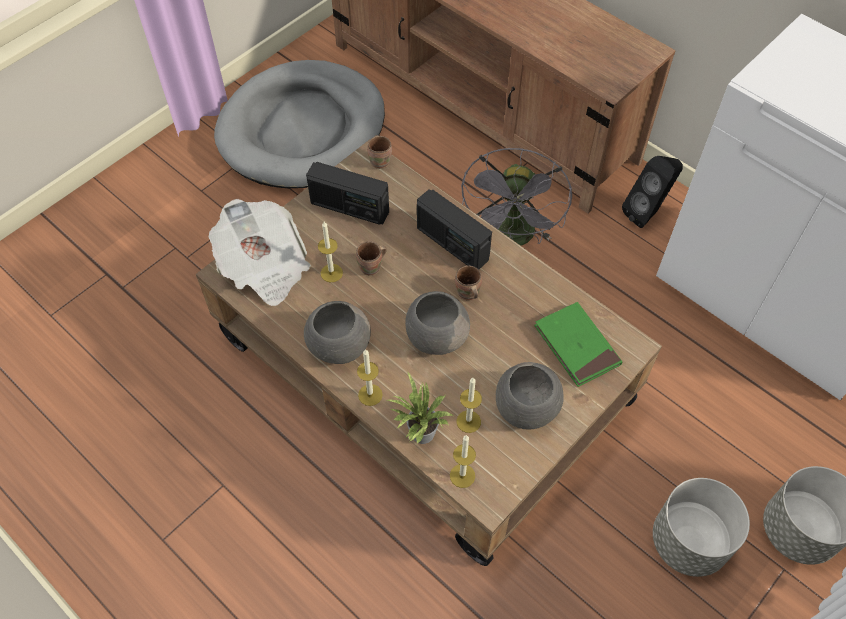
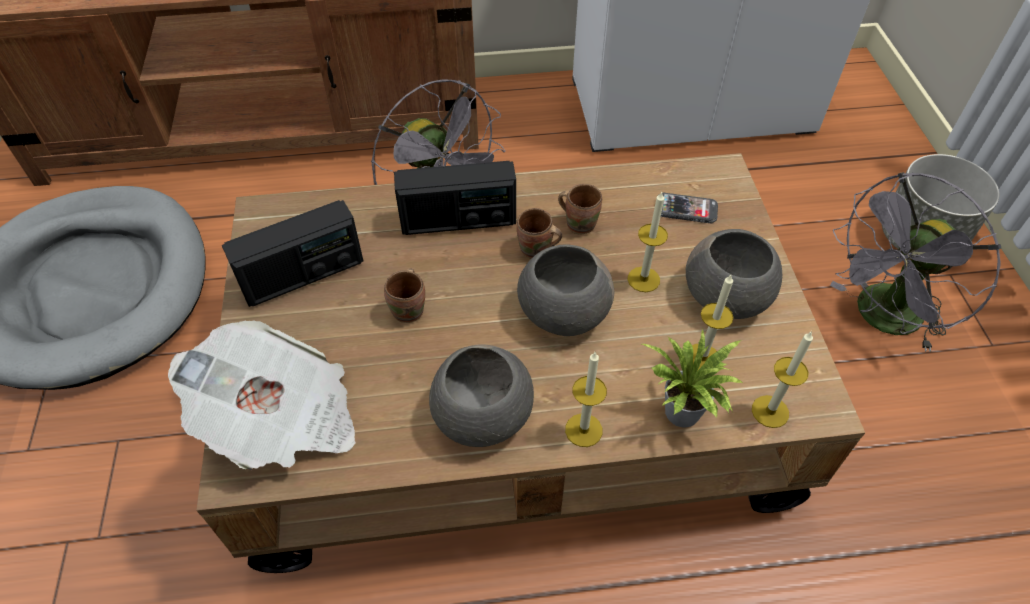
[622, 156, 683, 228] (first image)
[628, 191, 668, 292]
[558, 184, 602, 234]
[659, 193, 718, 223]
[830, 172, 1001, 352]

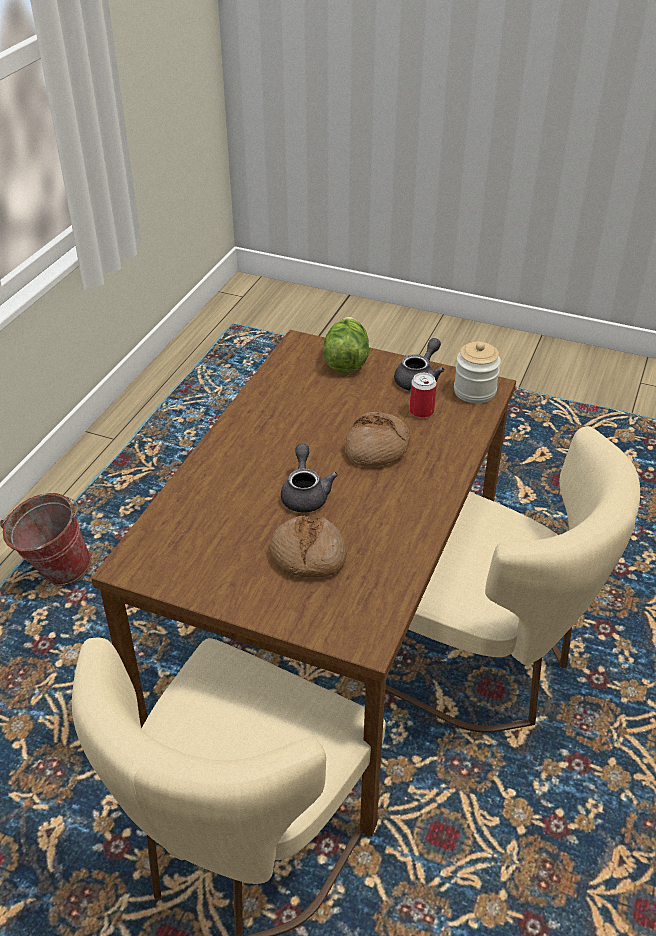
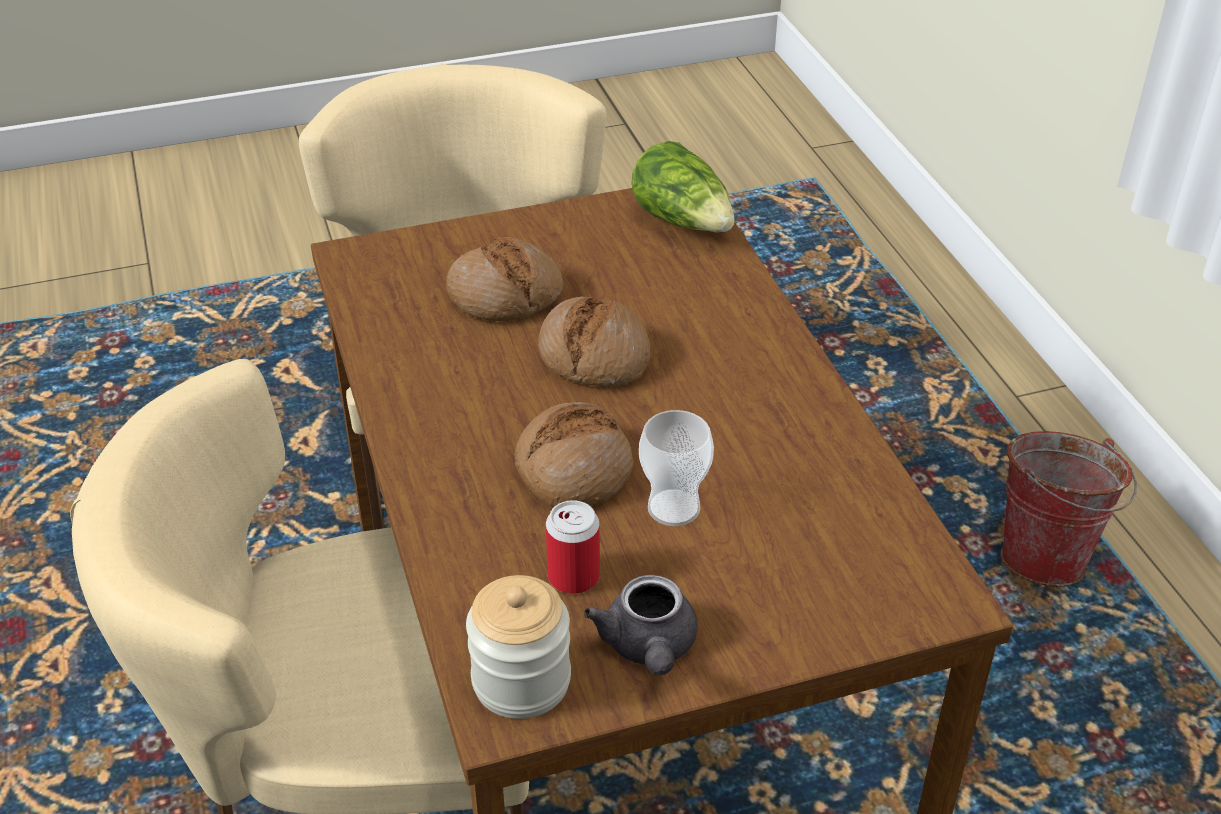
[639, 410, 714, 526]
[632, 141, 735, 232]
[538, 296, 650, 387]

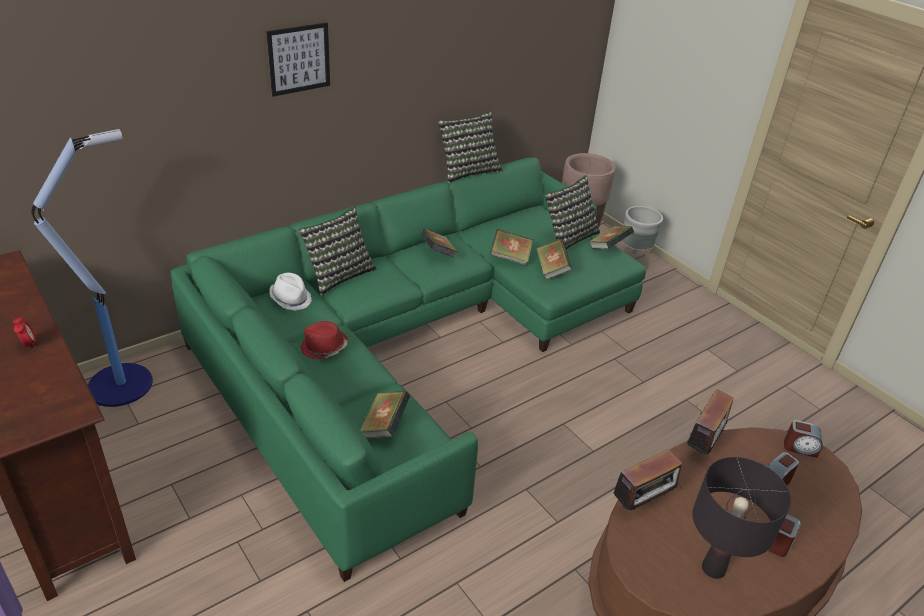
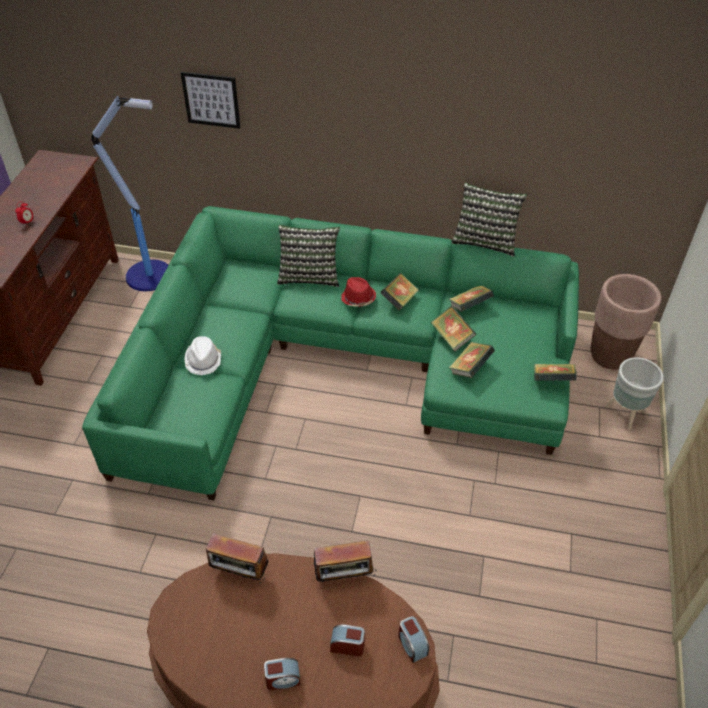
[545, 175, 600, 250] (first image)
[692, 457, 791, 579] (first image)
[181, 72, 241, 129]
[184, 336, 221, 375]
[341, 277, 376, 307]
[449, 286, 494, 312]

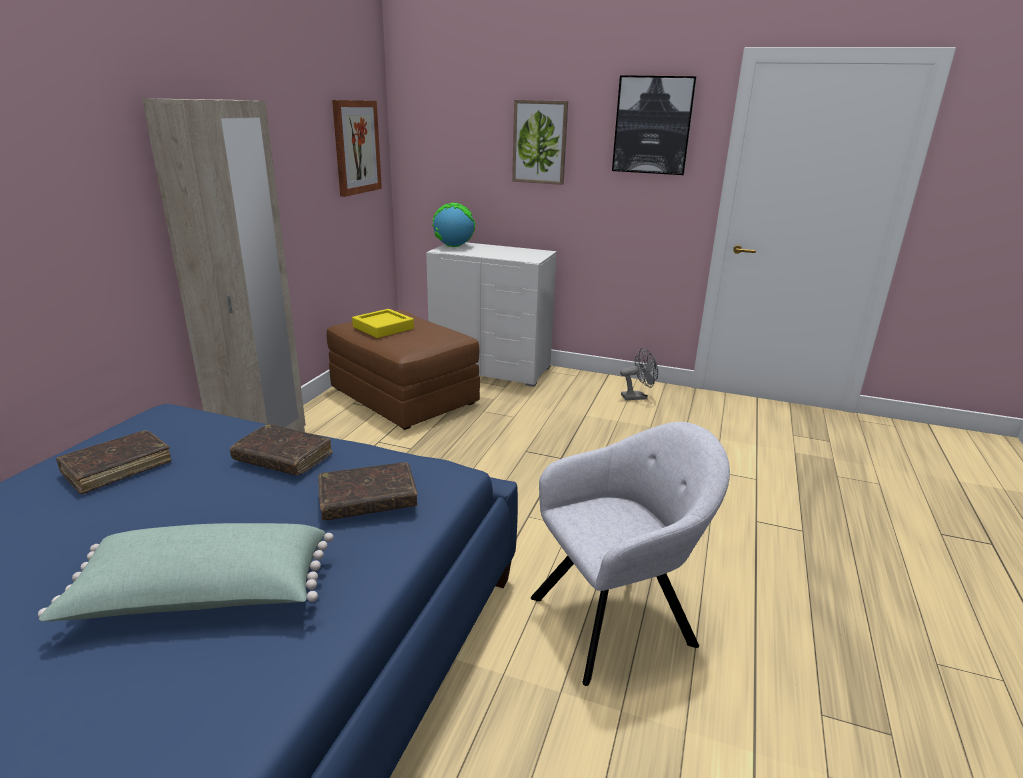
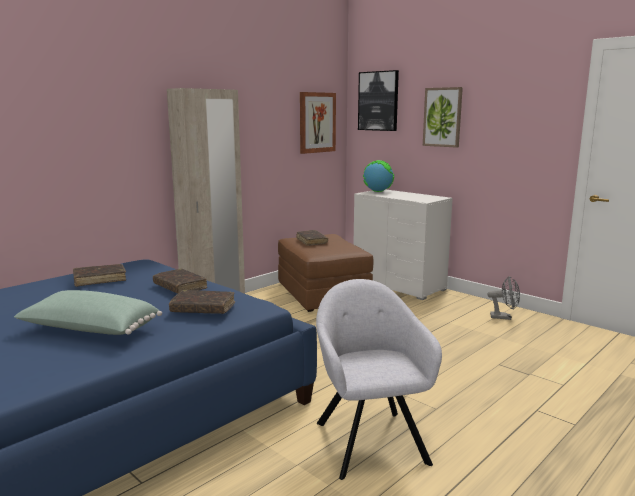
[358, 70, 399, 131]
[296, 230, 328, 246]
[316, 279, 442, 480]

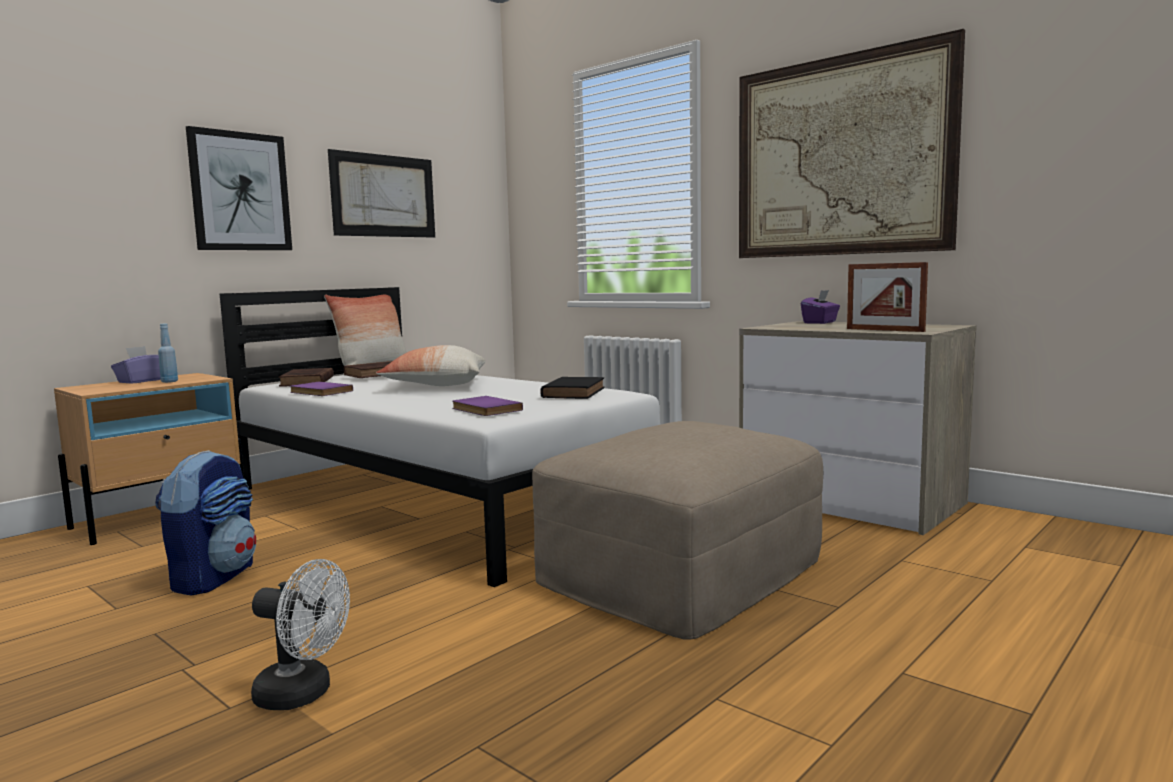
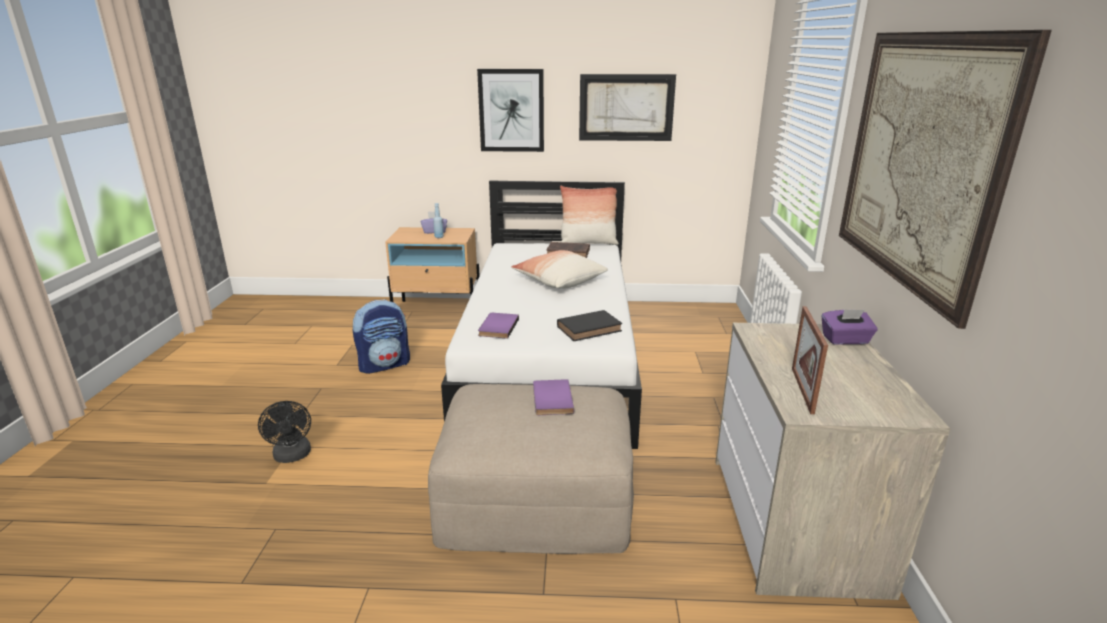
[279, 368, 334, 387] (first image)
[533, 379, 574, 415]
[258, 401, 311, 463]

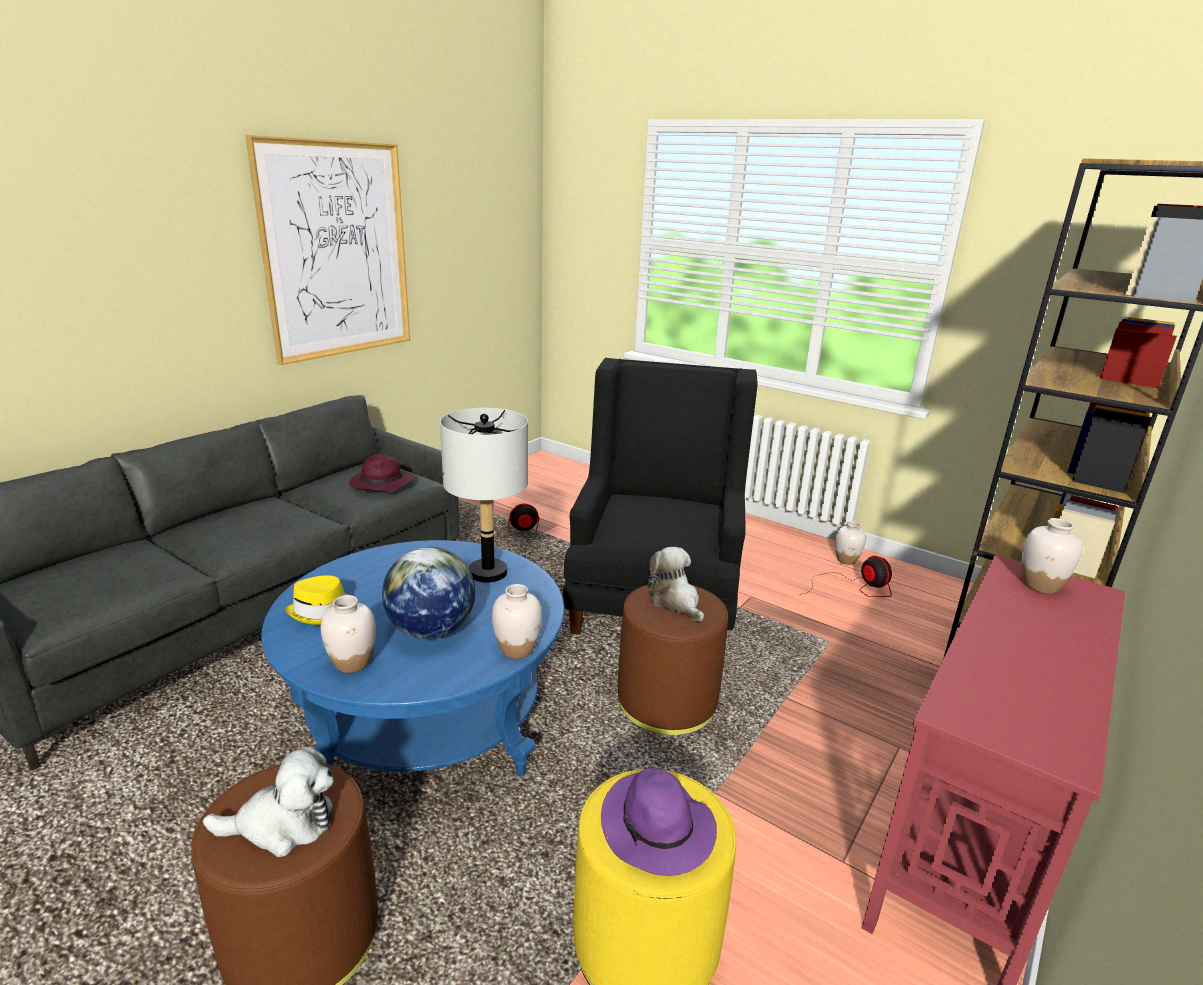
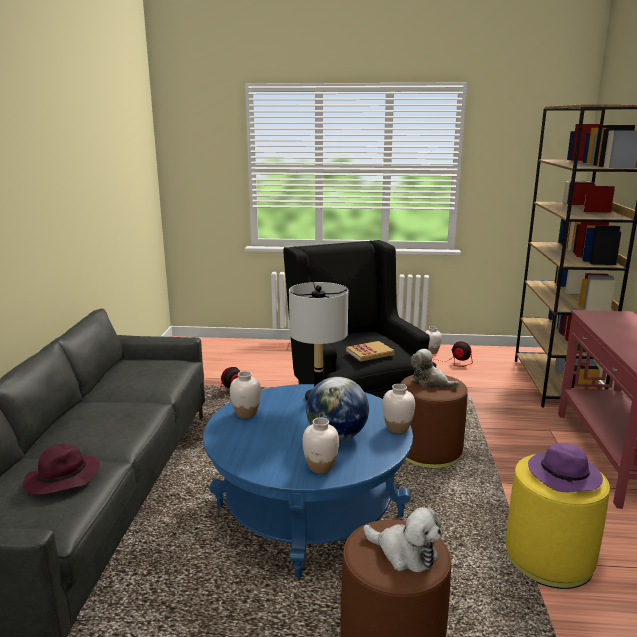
[245, 135, 410, 365] (first image)
[285, 575, 348, 625] (first image)
[346, 341, 395, 362]
[23, 444, 100, 495]
[230, 371, 261, 418]
[363, 507, 441, 573]

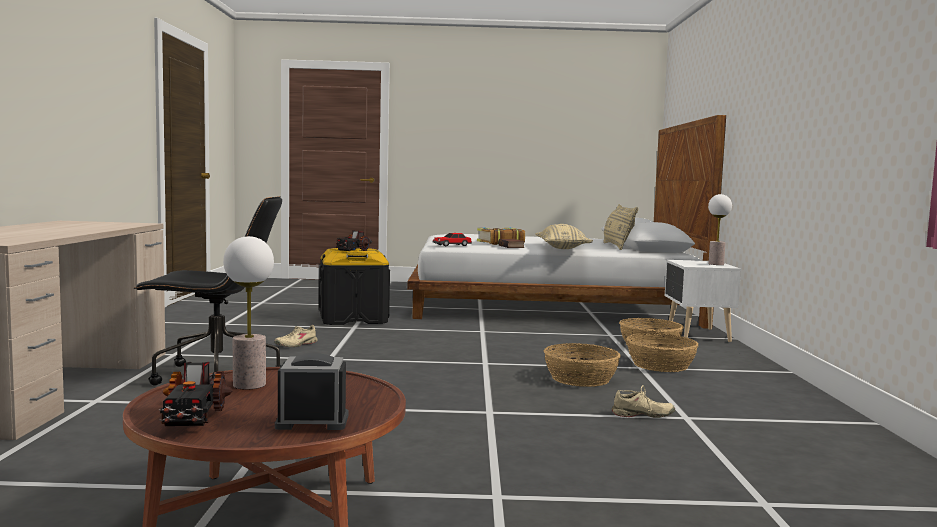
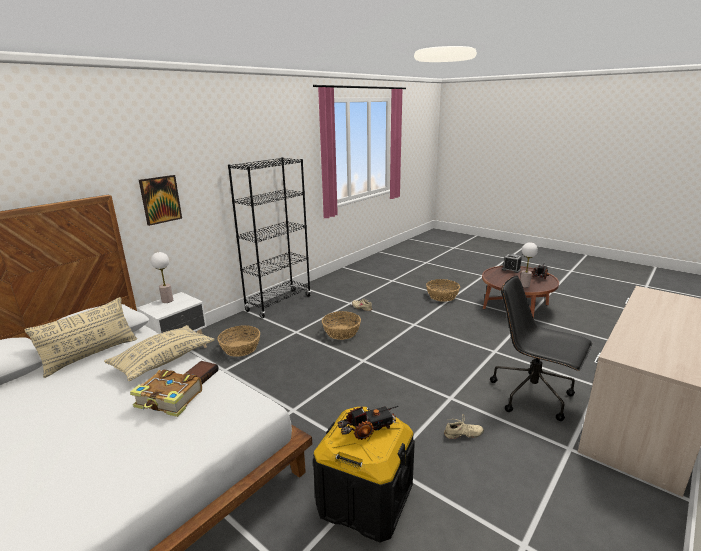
[433, 233, 472, 246] (first image)
[139, 175, 182, 226]
[228, 157, 311, 318]
[426, 279, 460, 302]

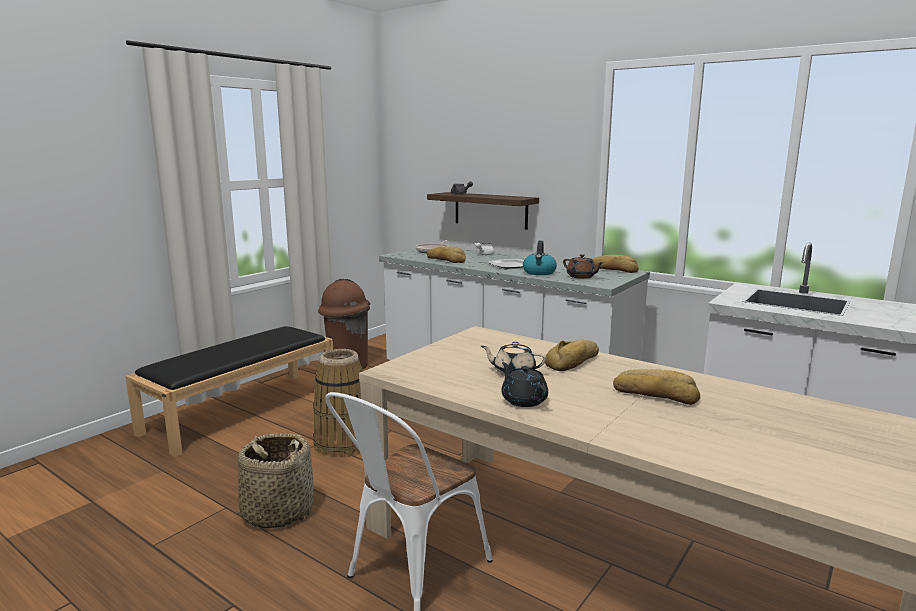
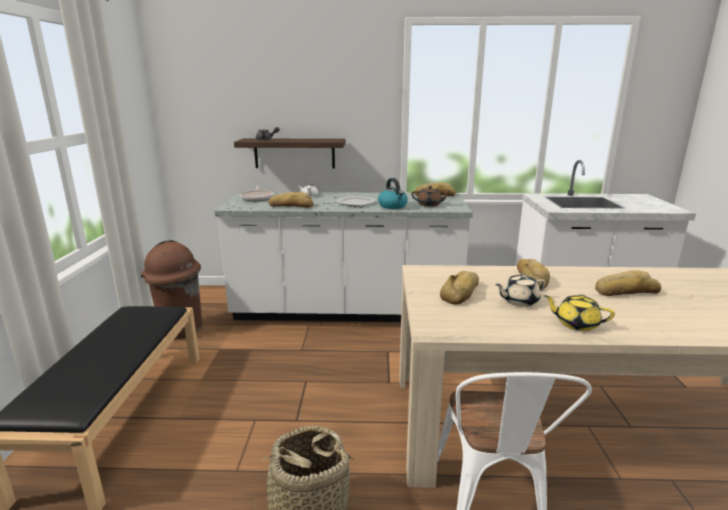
[313, 349, 363, 457] (first image)
[440, 271, 479, 304]
[544, 294, 615, 331]

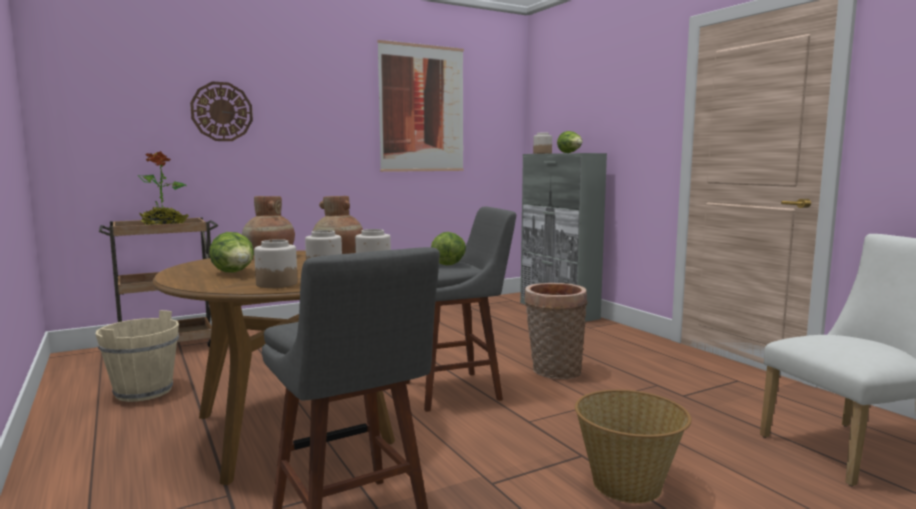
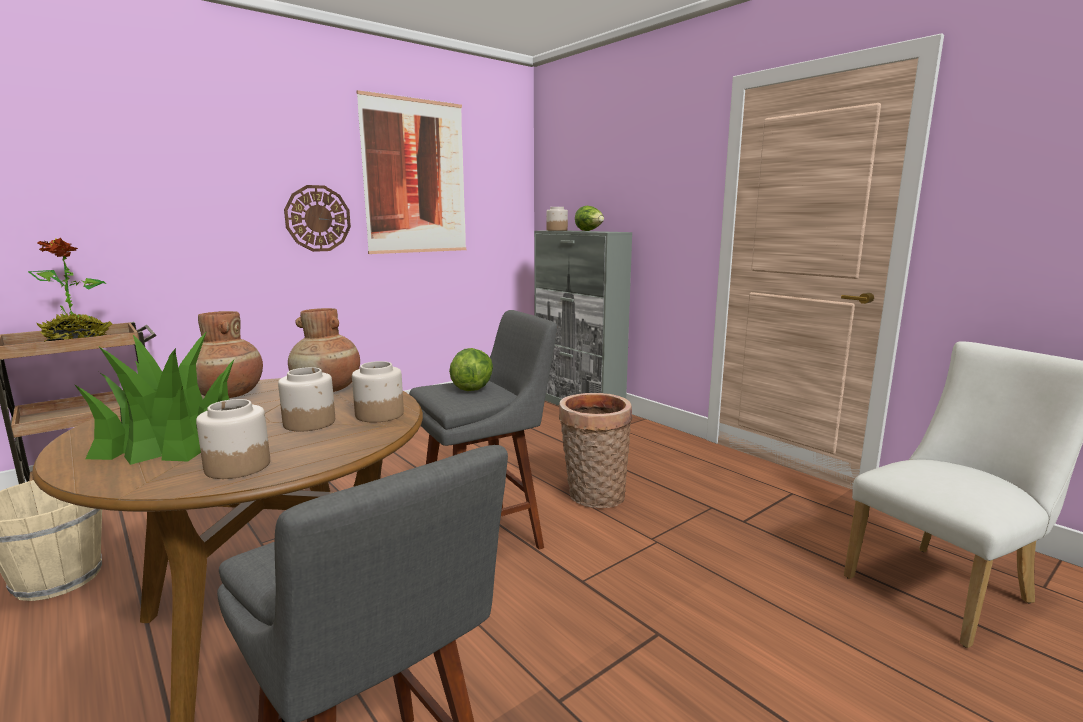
[575, 390, 692, 503] (first image)
[284, 185, 351, 252]
[75, 332, 234, 465]

